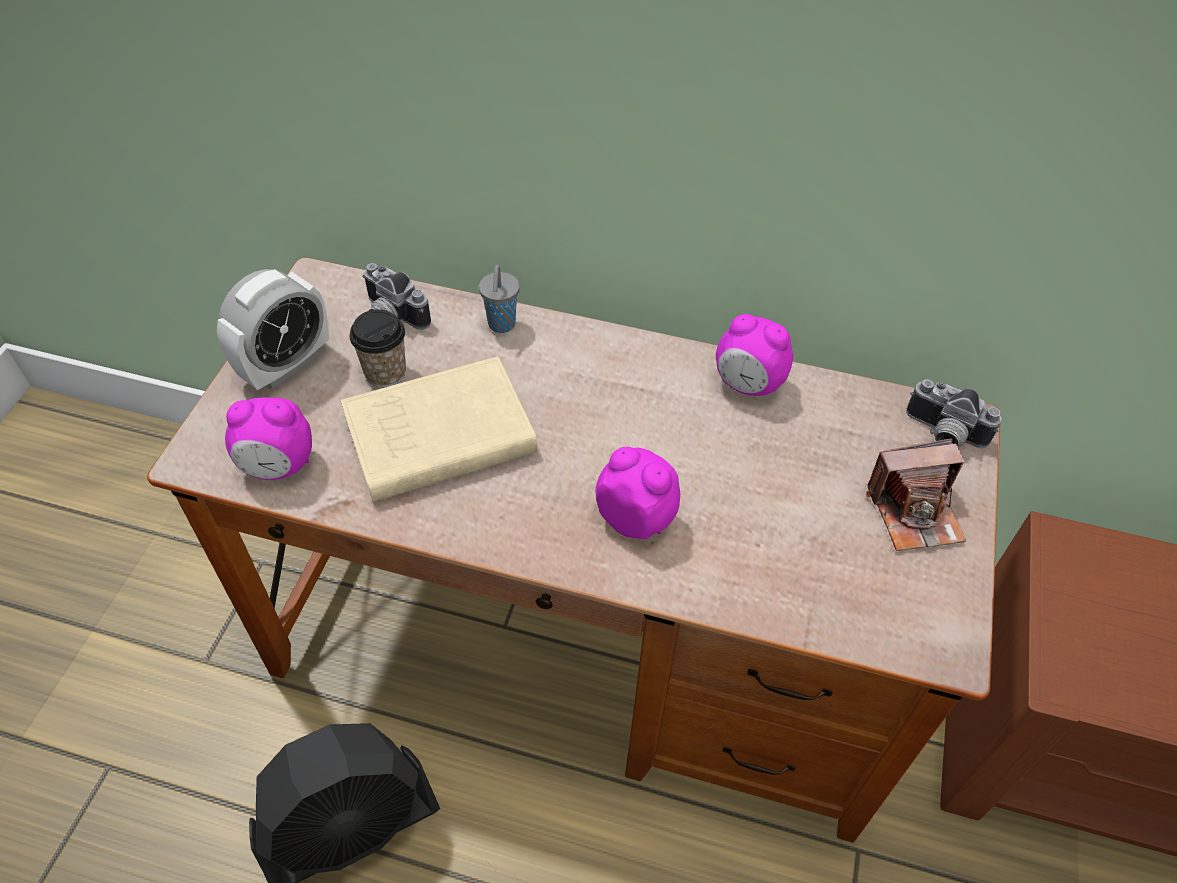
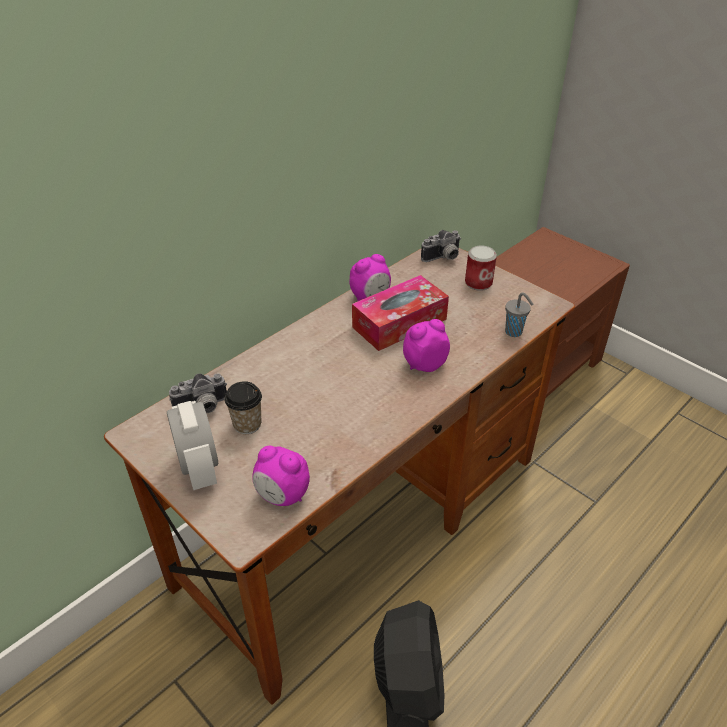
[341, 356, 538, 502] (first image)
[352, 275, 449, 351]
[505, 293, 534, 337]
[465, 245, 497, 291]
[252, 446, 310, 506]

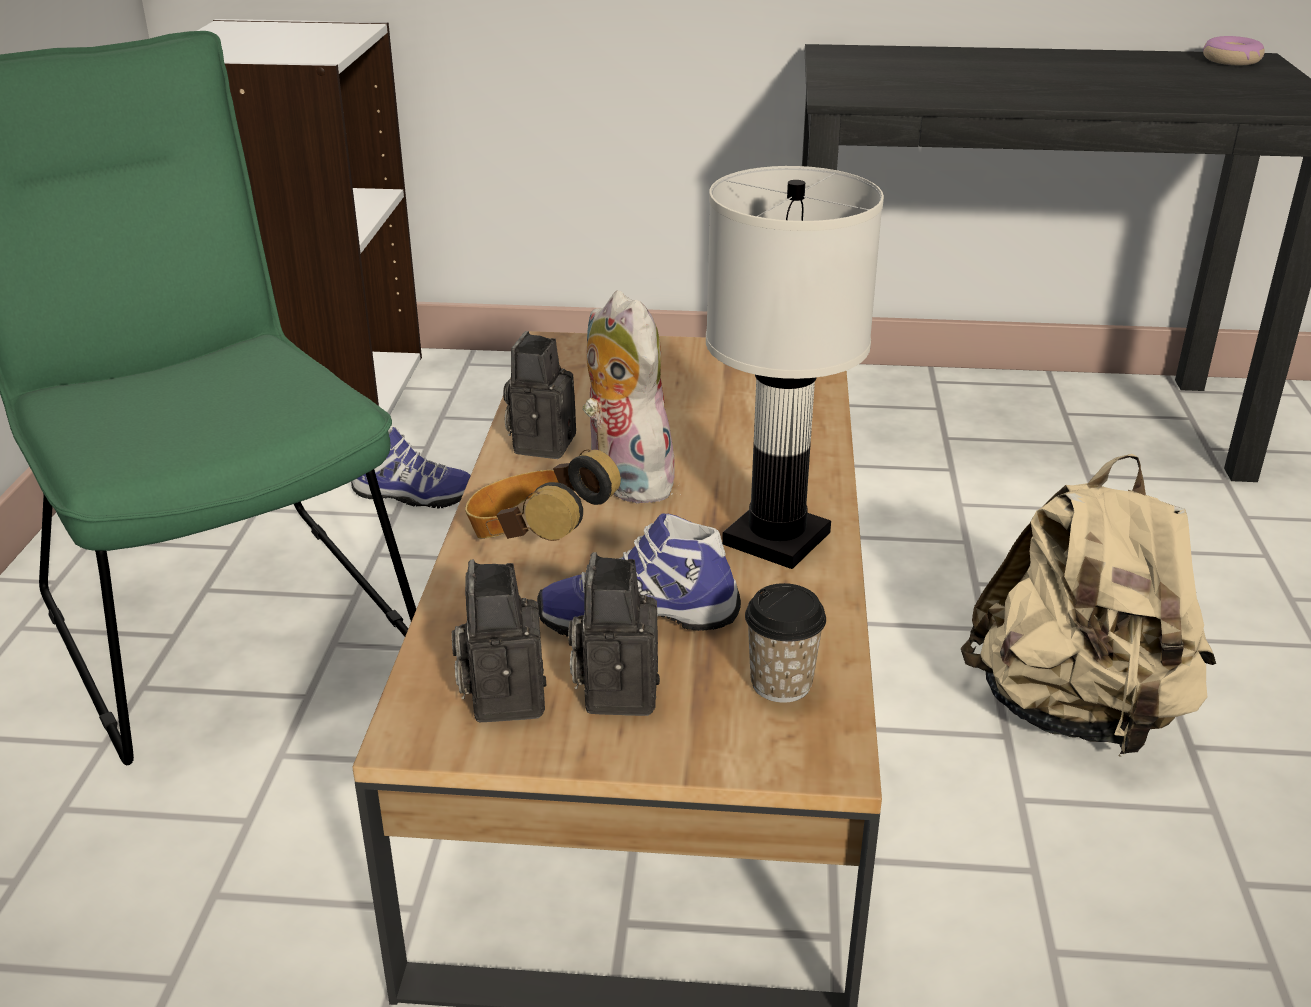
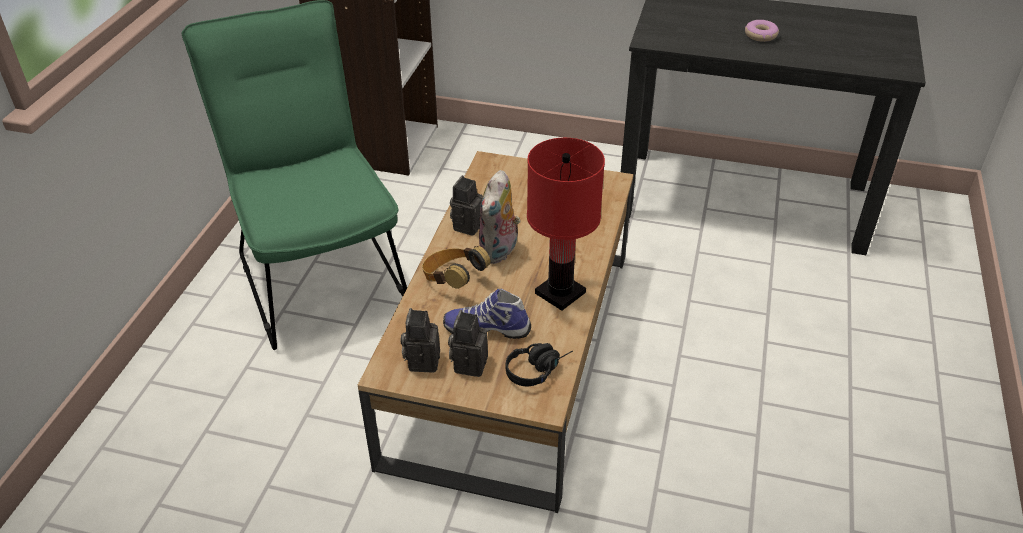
[351, 427, 471, 508] (first image)
[961, 454, 1216, 757] (first image)
[745, 20, 779, 42]
[505, 343, 573, 386]
[527, 138, 605, 311]
[479, 170, 521, 264]

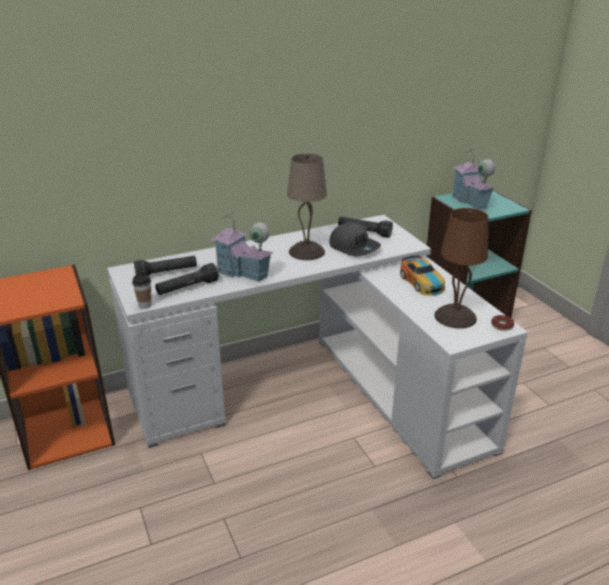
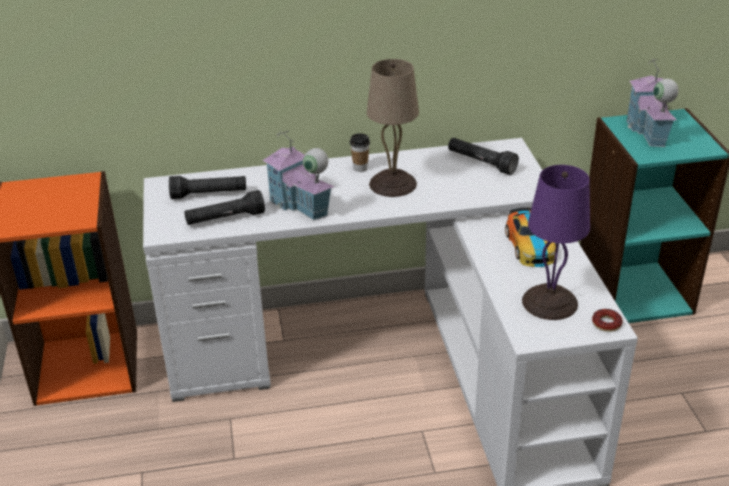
[330, 223, 381, 256] (first image)
[350, 134, 370, 172]
[522, 165, 590, 320]

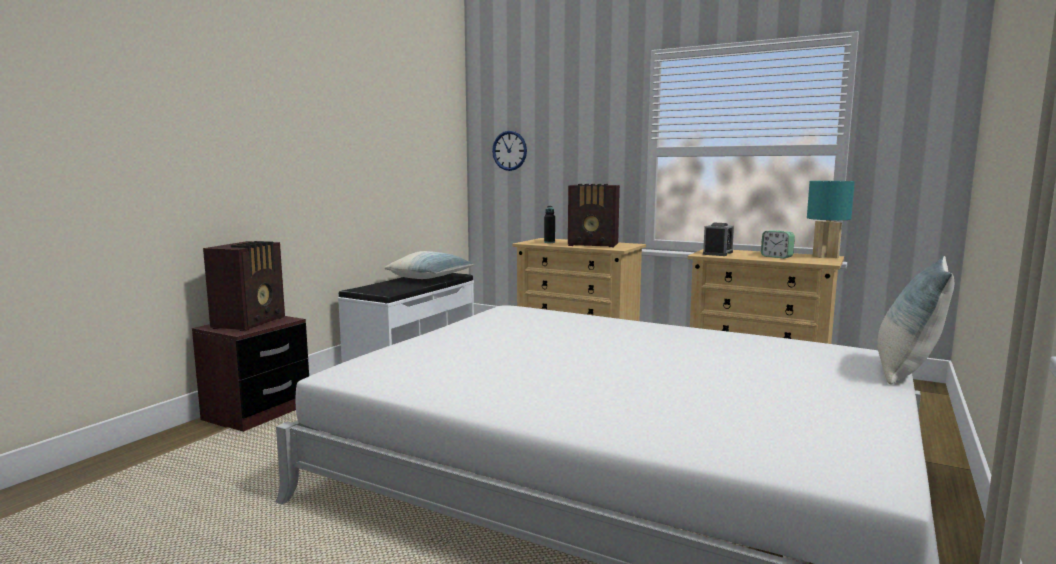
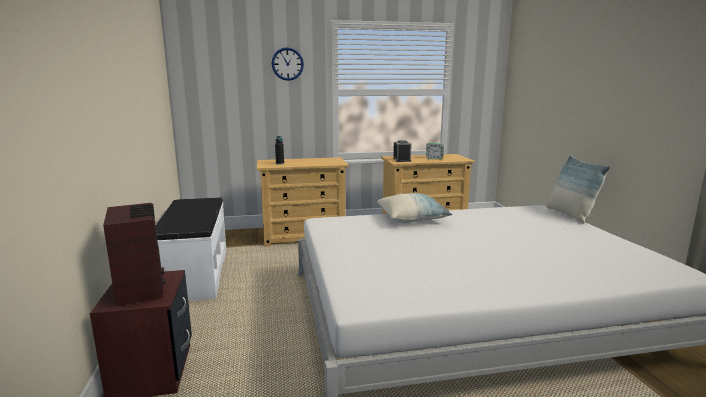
[568, 184, 620, 247] (first image)
[807, 181, 855, 258] (first image)
[377, 193, 453, 223]
[272, 47, 304, 81]

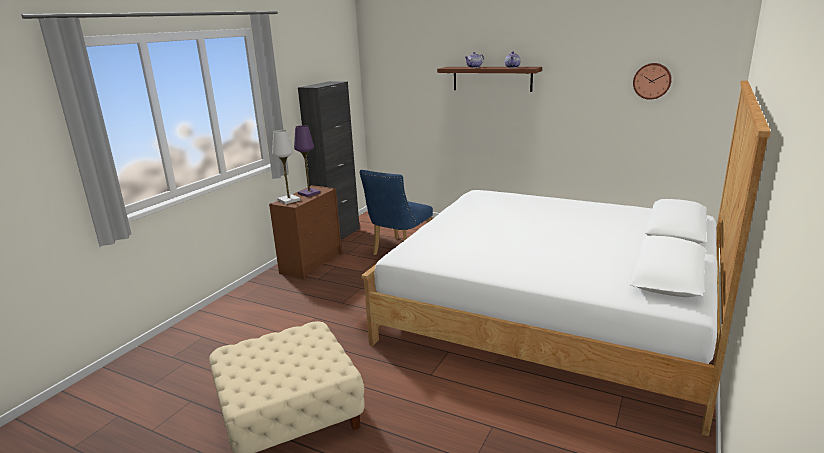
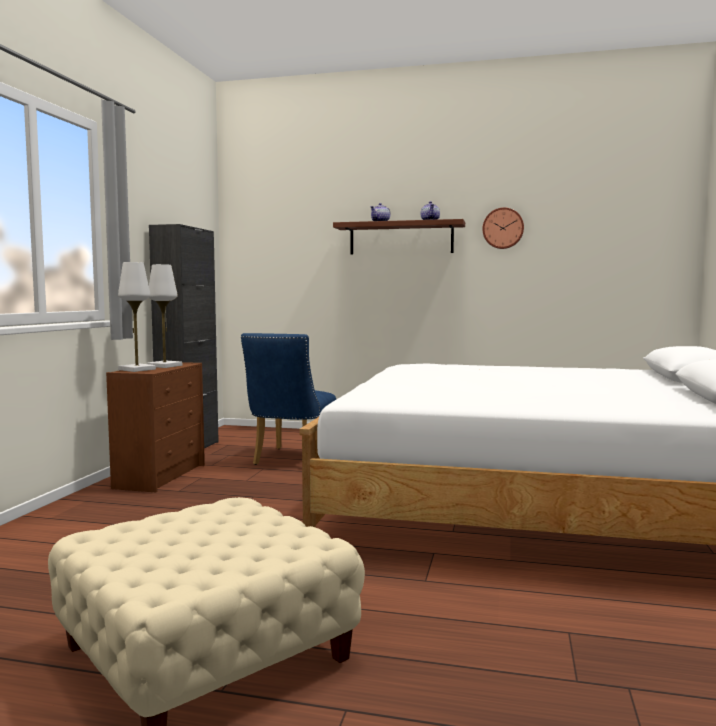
[482, 207, 524, 249]
[147, 264, 182, 368]

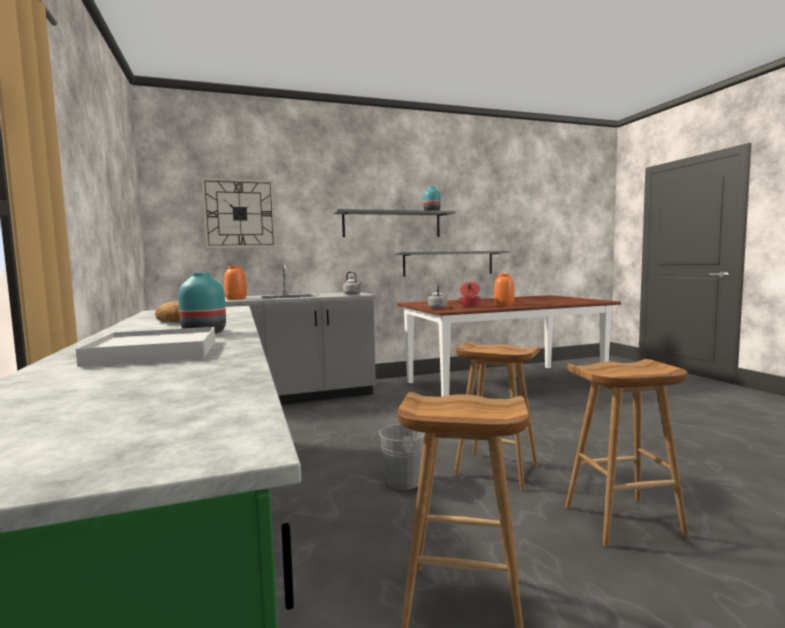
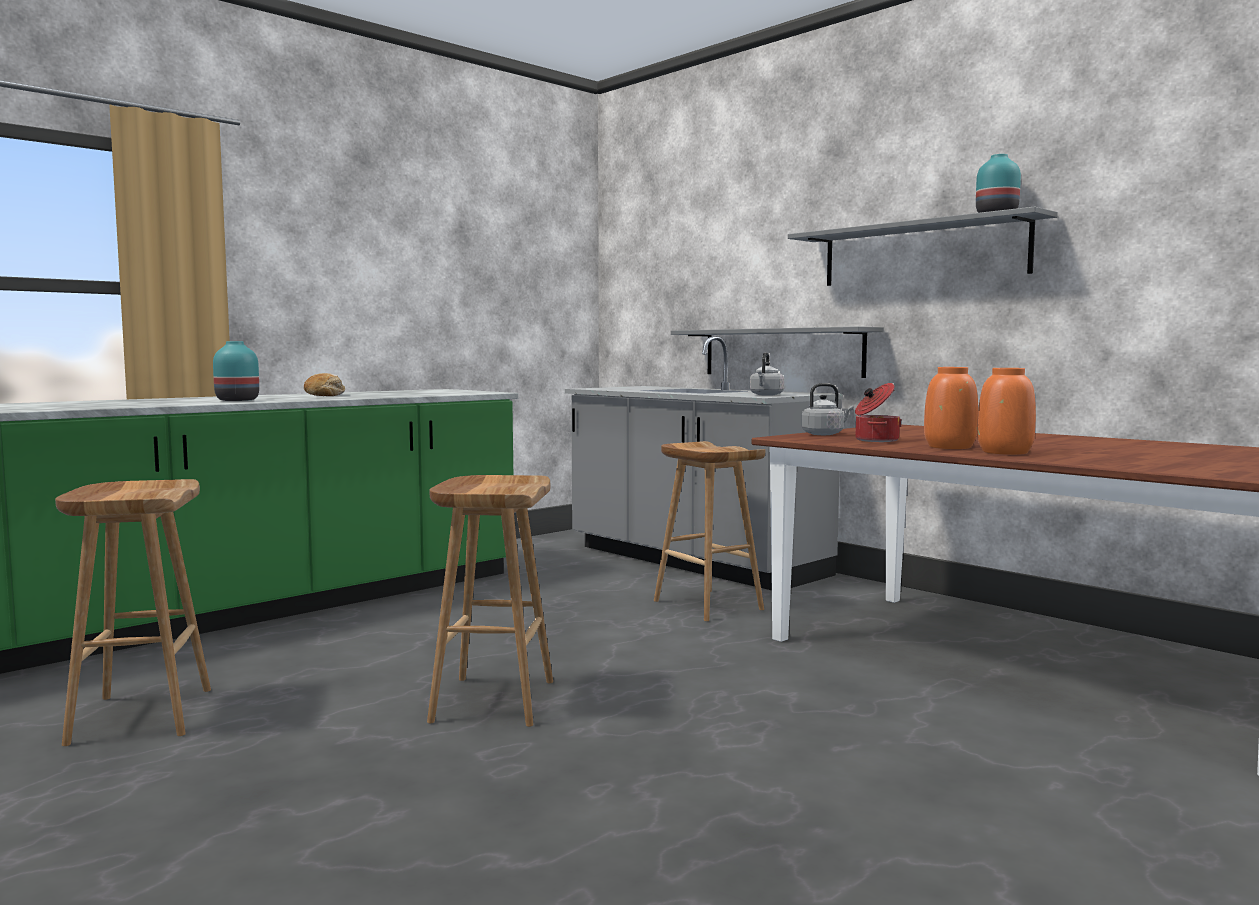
[76, 327, 215, 367] (first image)
[201, 178, 276, 248] (first image)
[379, 419, 425, 490] (first image)
[977, 368, 1036, 455]
[671, 326, 884, 378]
[654, 441, 765, 621]

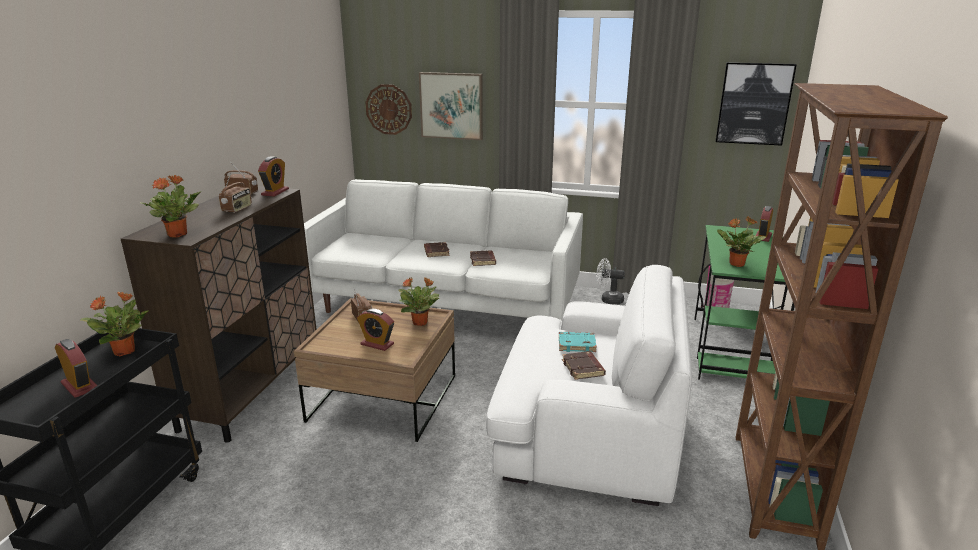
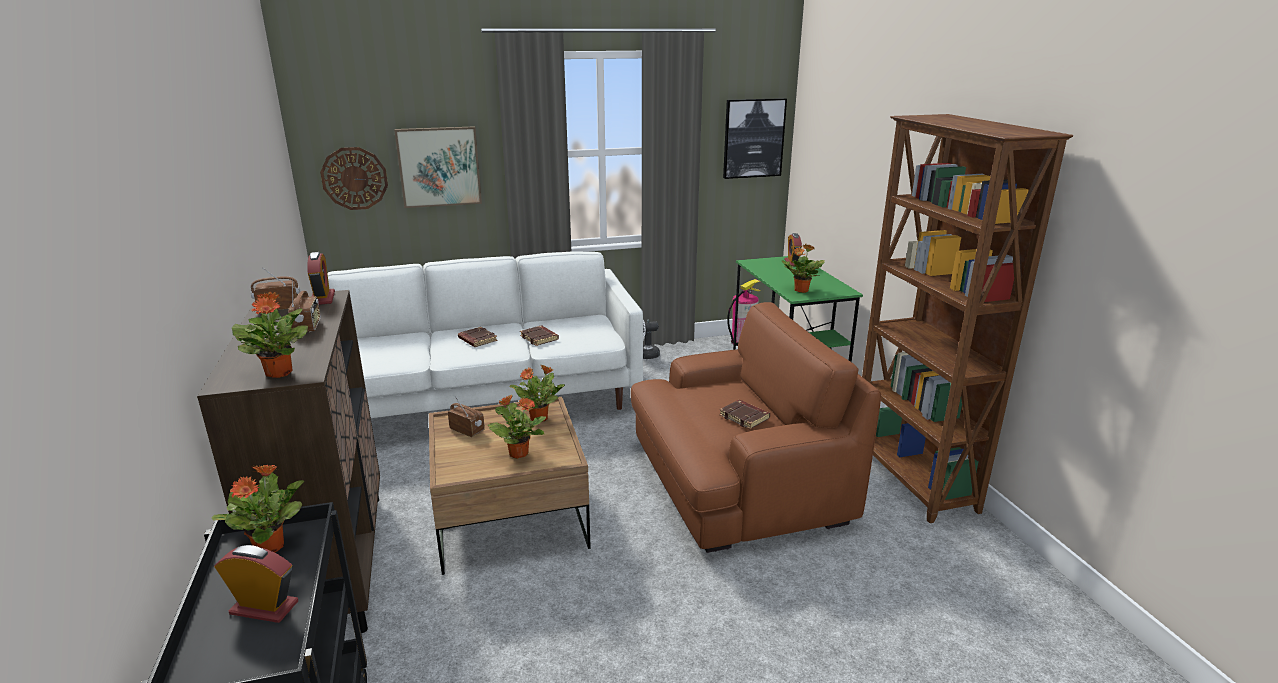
[559, 332, 597, 352] (first image)
[488, 395, 546, 459]
[631, 302, 881, 553]

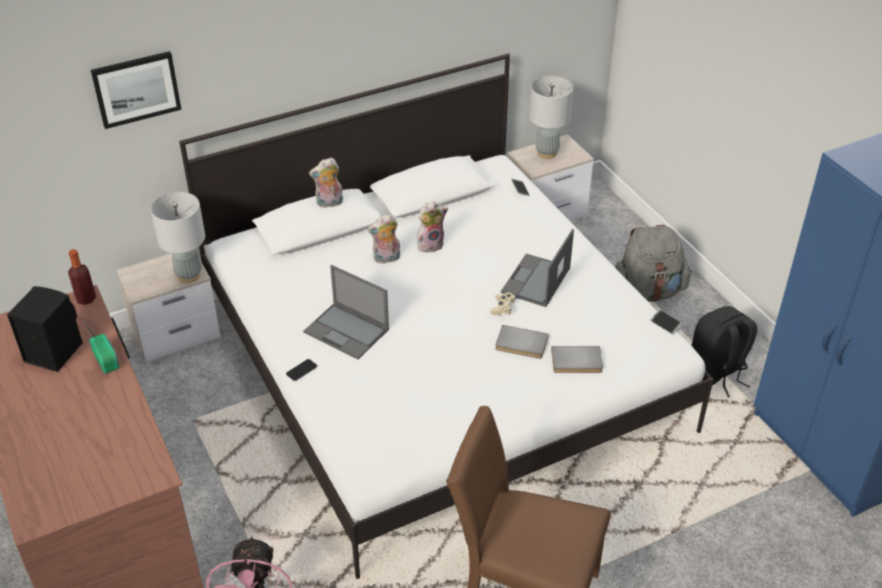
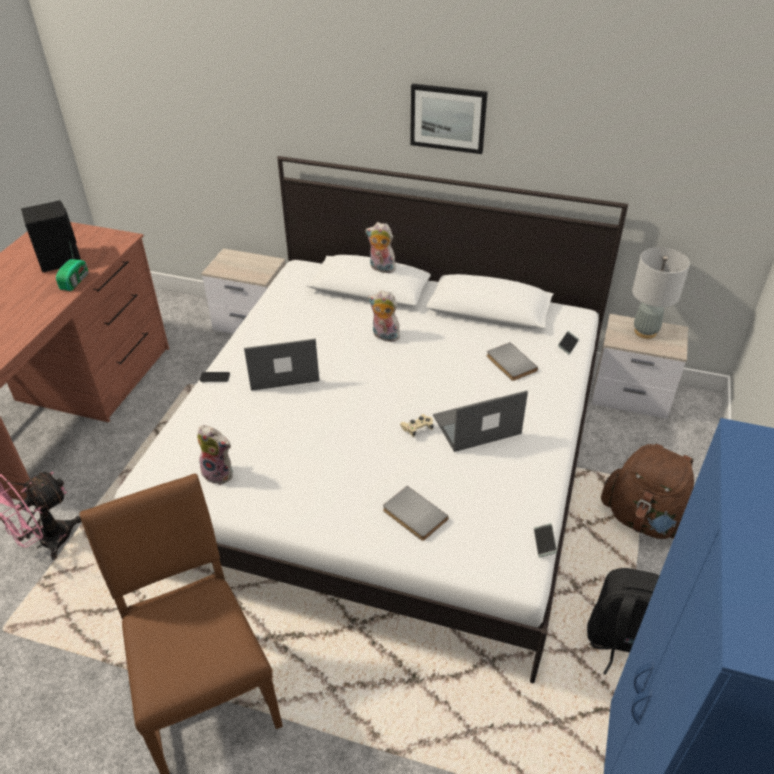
[68, 249, 96, 305] (first image)
[151, 192, 205, 283] (first image)
[410, 84, 487, 154]
[197, 425, 233, 485]
[487, 342, 538, 381]
[601, 443, 694, 539]
[244, 339, 319, 391]

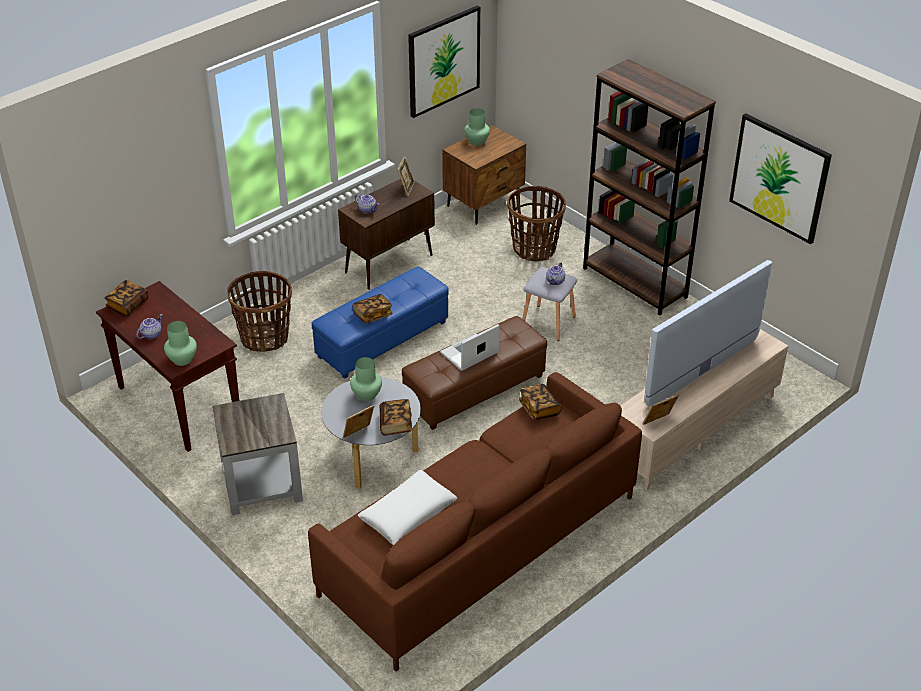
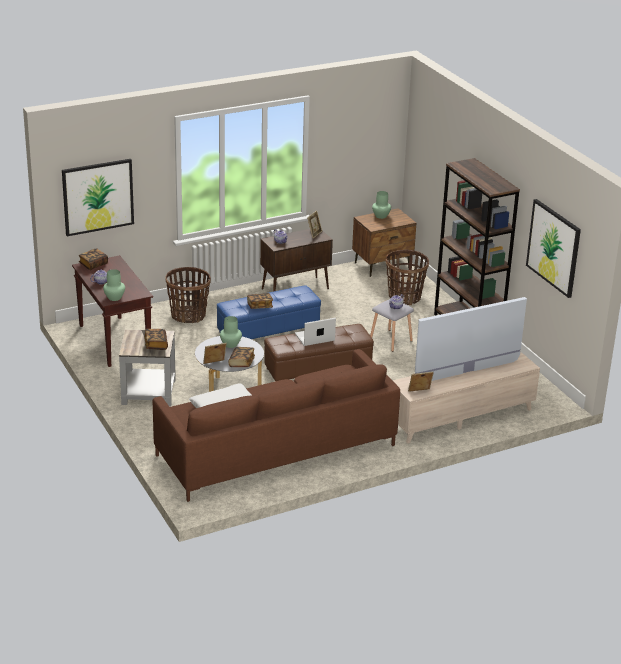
[62, 159, 134, 236]
[145, 329, 168, 350]

